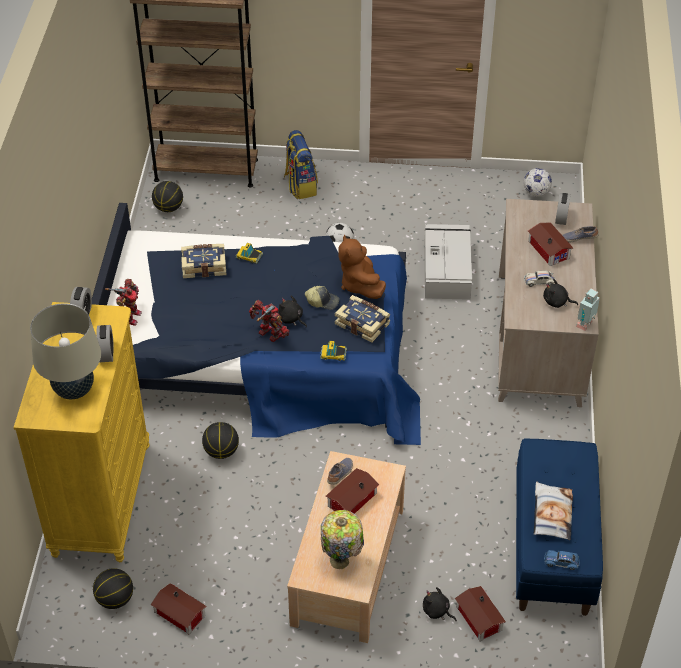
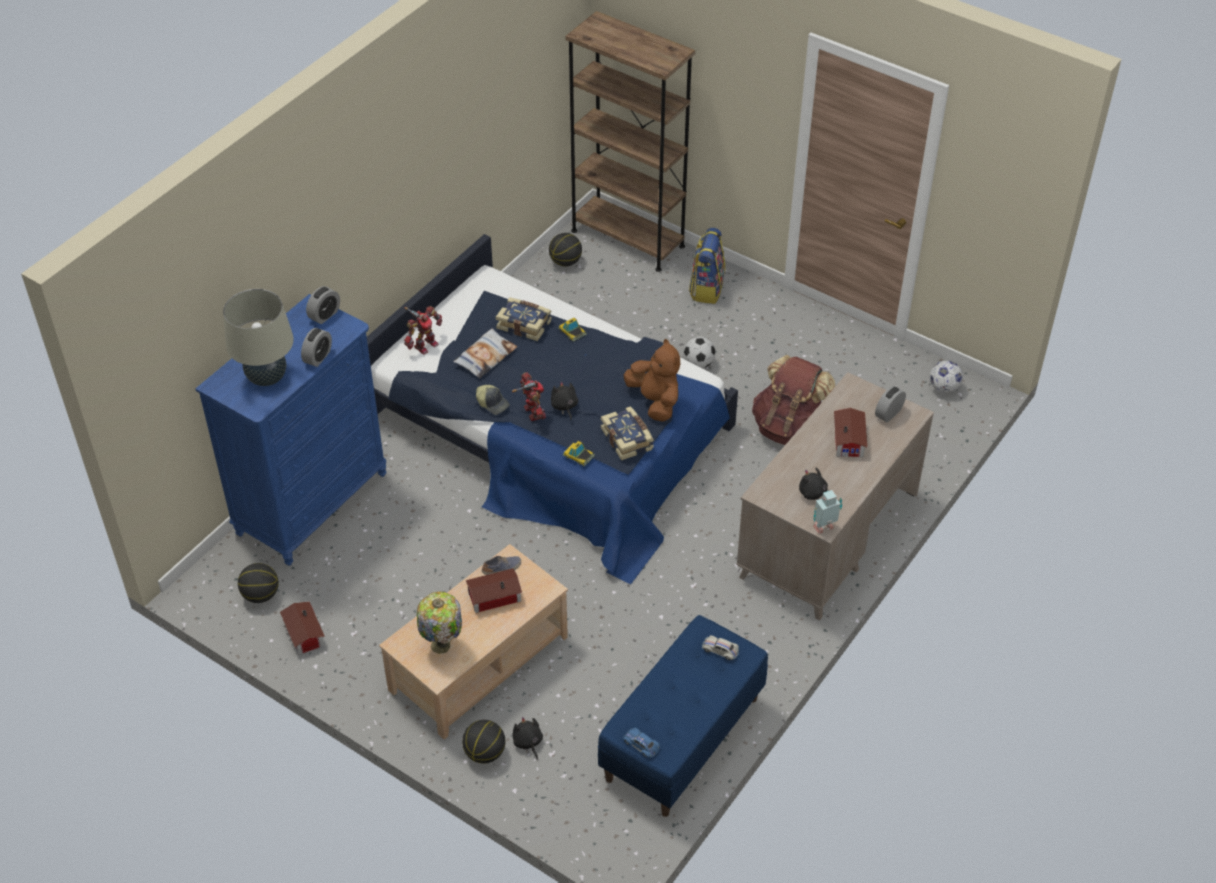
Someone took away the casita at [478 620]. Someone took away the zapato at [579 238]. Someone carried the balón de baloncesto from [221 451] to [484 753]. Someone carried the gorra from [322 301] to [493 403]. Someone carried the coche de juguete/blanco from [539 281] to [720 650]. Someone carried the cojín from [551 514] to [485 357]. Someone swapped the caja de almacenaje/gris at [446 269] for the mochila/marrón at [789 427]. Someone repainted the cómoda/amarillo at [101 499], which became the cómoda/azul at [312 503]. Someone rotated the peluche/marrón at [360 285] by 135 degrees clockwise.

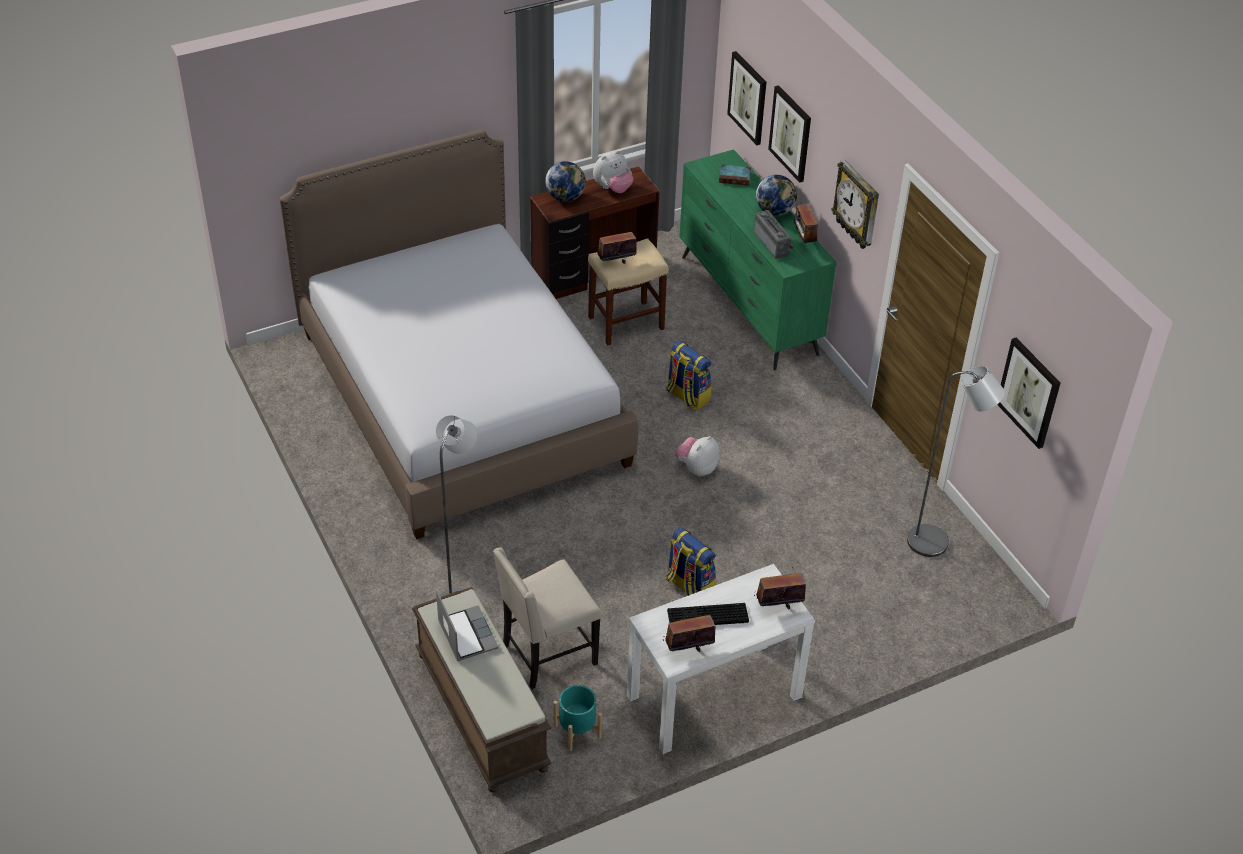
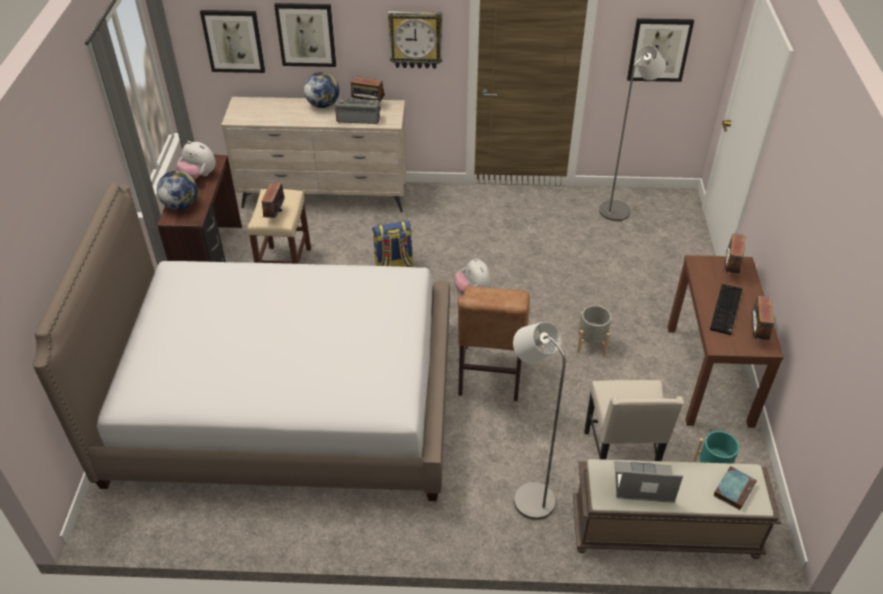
Someone put down the silla/marrón at [489 377]. Someone carried the libro from [735 177] to [734 489]. Someone swapped the mochila at [689 586] for the maceta/gris at [591 344]. Someone repainted the mesa consola/blanco at [714 697], which became the mesa consola/marrón at [709 375]. Someone repainted the cómoda/verde at [748 305], which became the cómoda/beis at [325 197]. Someone rotated the peluche at [613 188] by 120 degrees clockwise.

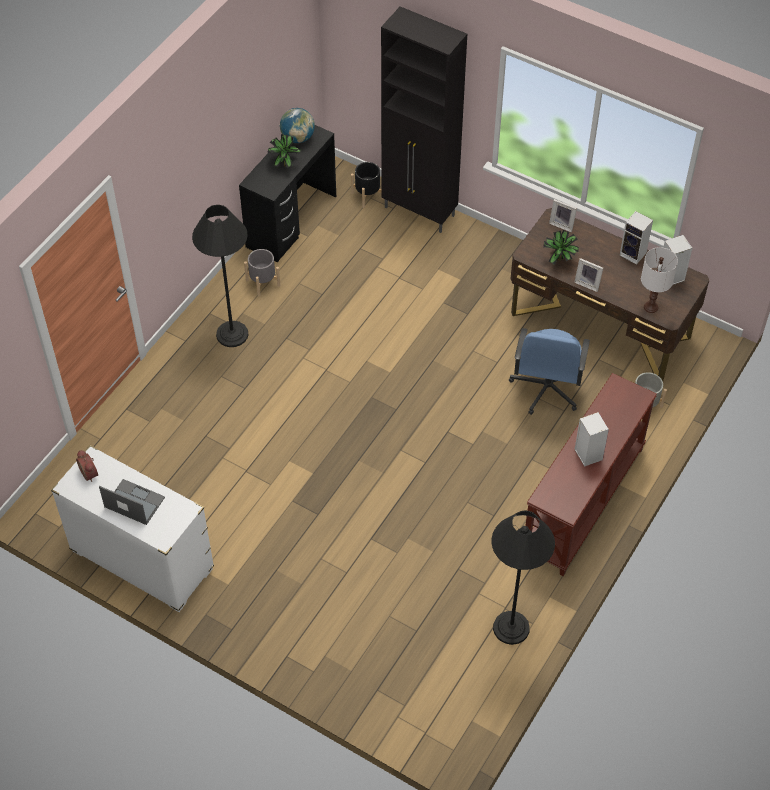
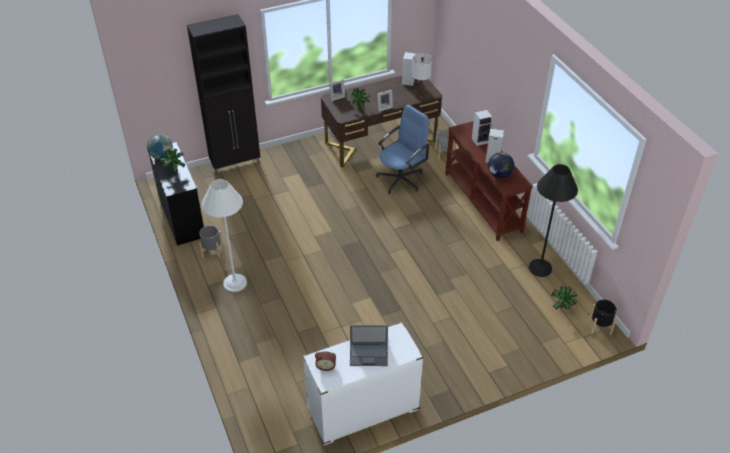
Someone put down the globo terráqueo at [499 175]. Someone put down the planta en maceta at [562 309]. Someone carried the maceta/negro from [368 195] to [600 326]. Someone carried the altavoz from [634 254] to [480 140]. Someone repainted the lámpara de pie/negro at [232 334], which became the lámpara de pie/blanco at [235 283]. Someone rotated the portátil at [133 502] by 150 degrees counterclockwise. Someone rotated the silla de oficina/azul at [546 388] by 90 degrees counterclockwise.

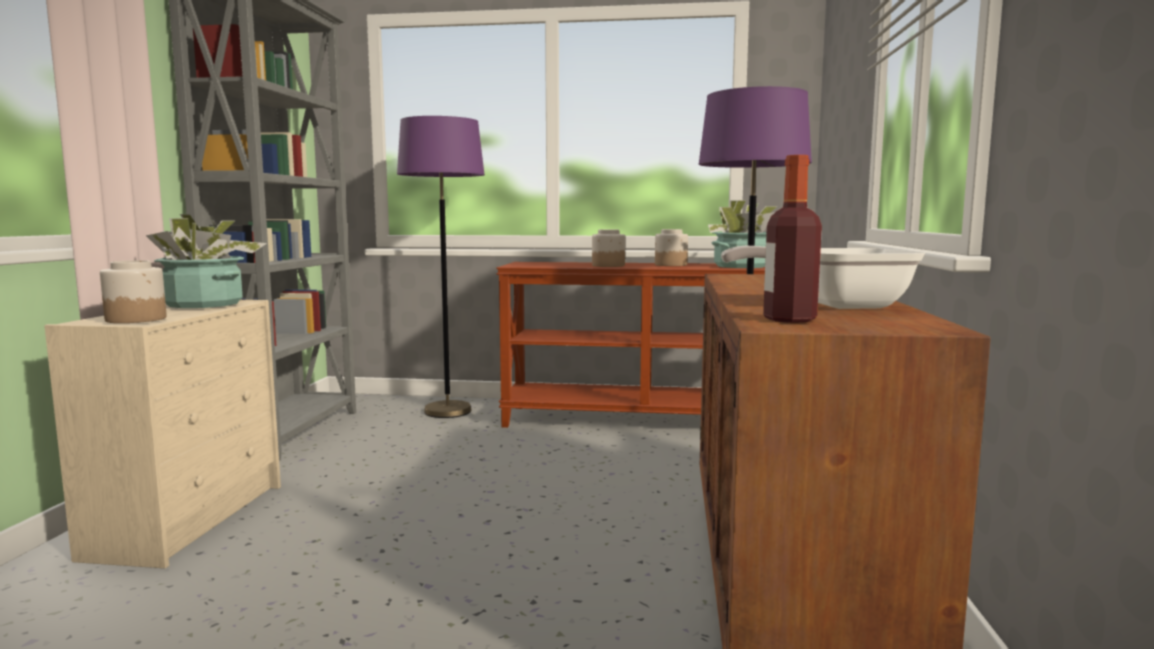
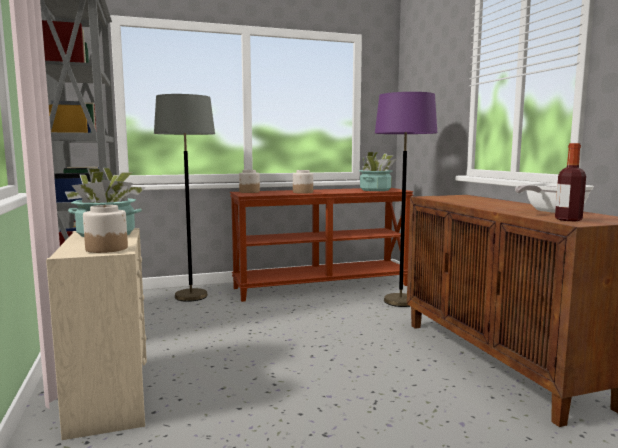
Someone carried the tarro from [670 265] to [249 192]. Someone repainted the lámpara de pie/morado at [448 411], which became the lámpara de pie/gris at [191 296].

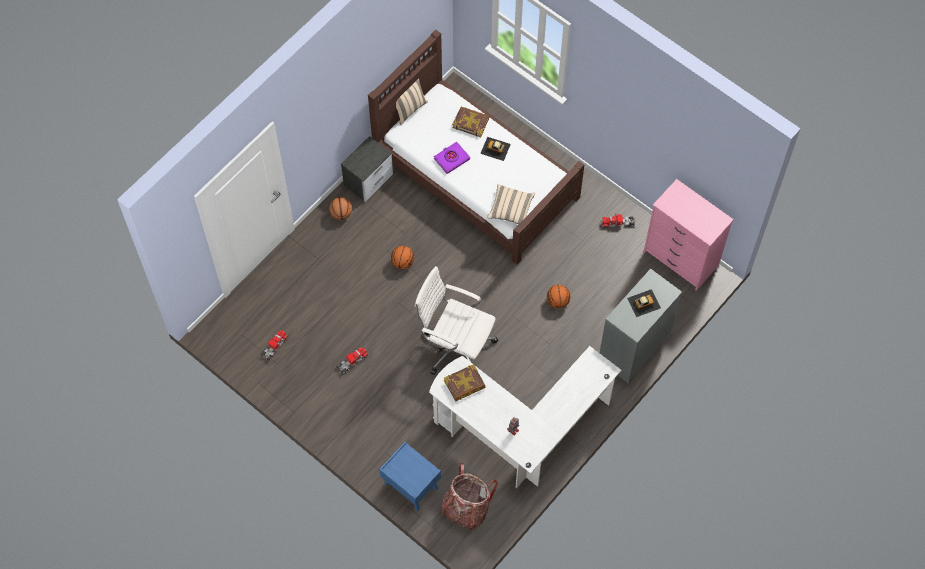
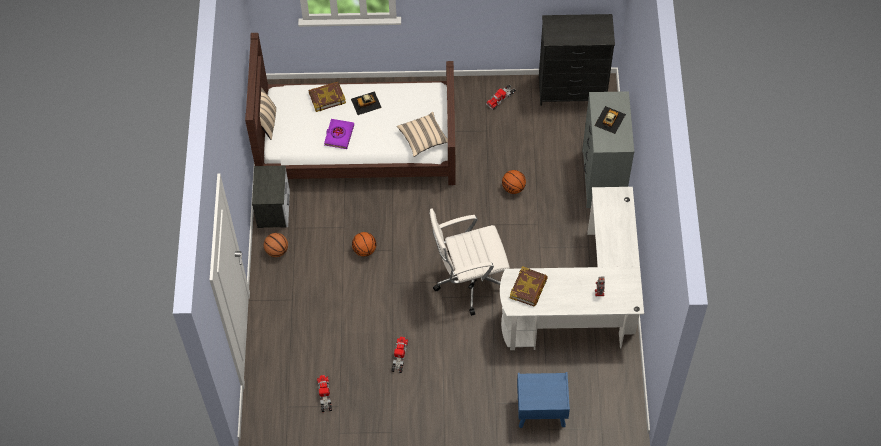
Someone took away the mochila at [466 508]. Someone repainted the cómoda/rosa at [680 259], which became the cómoda/negro at [572 90].

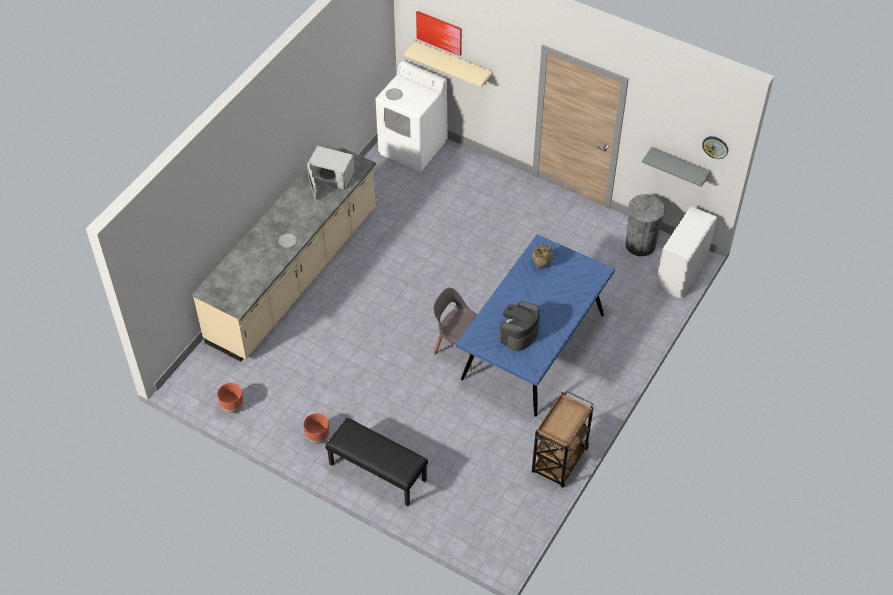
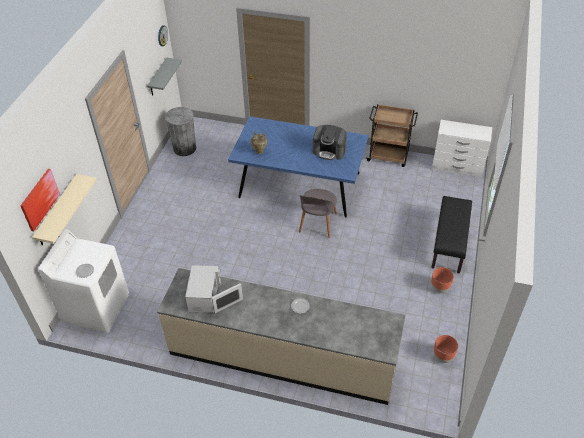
Someone carried the cómoda/blanco from [681 272] to [457 167].

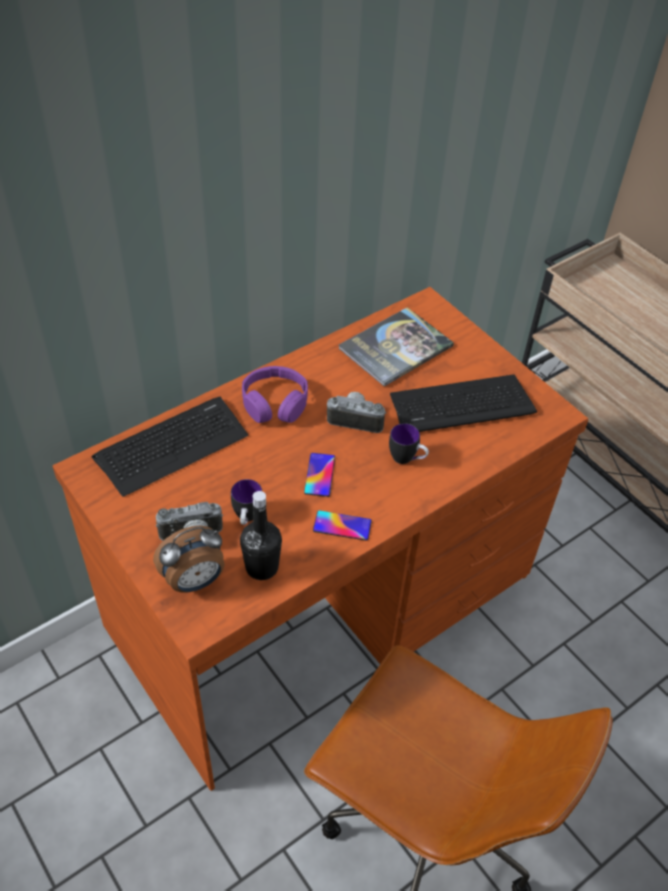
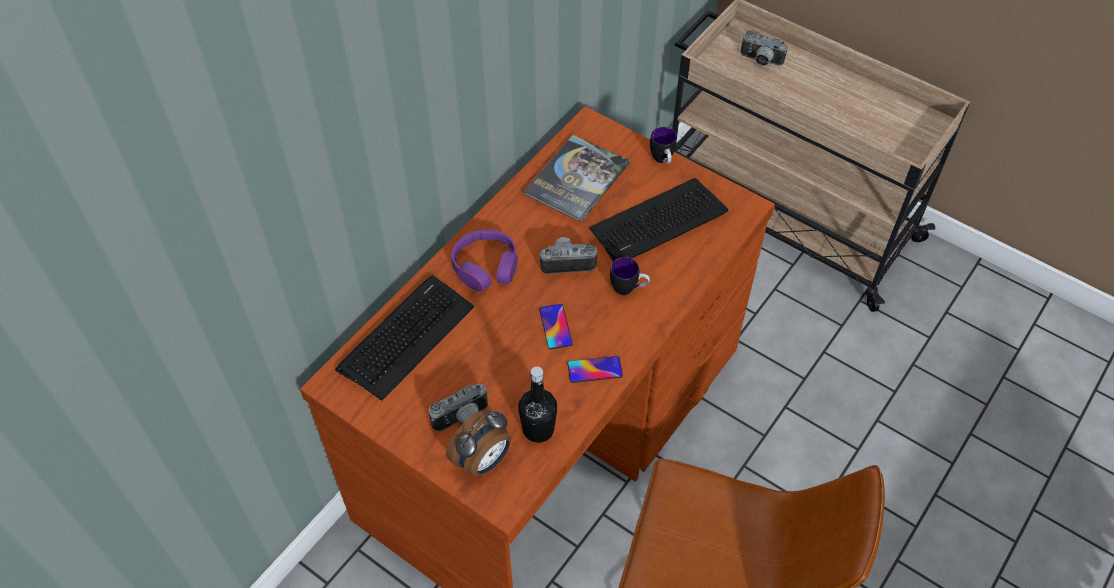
Someone put down the cámara at [760 61]. Someone carried the taza grande from [246 519] to [662 161].

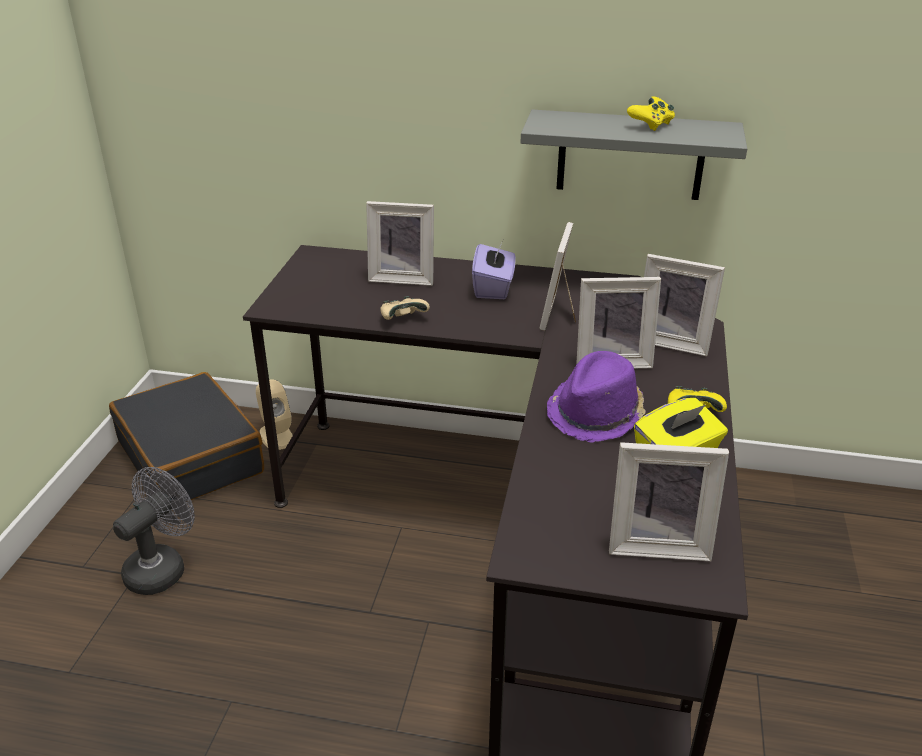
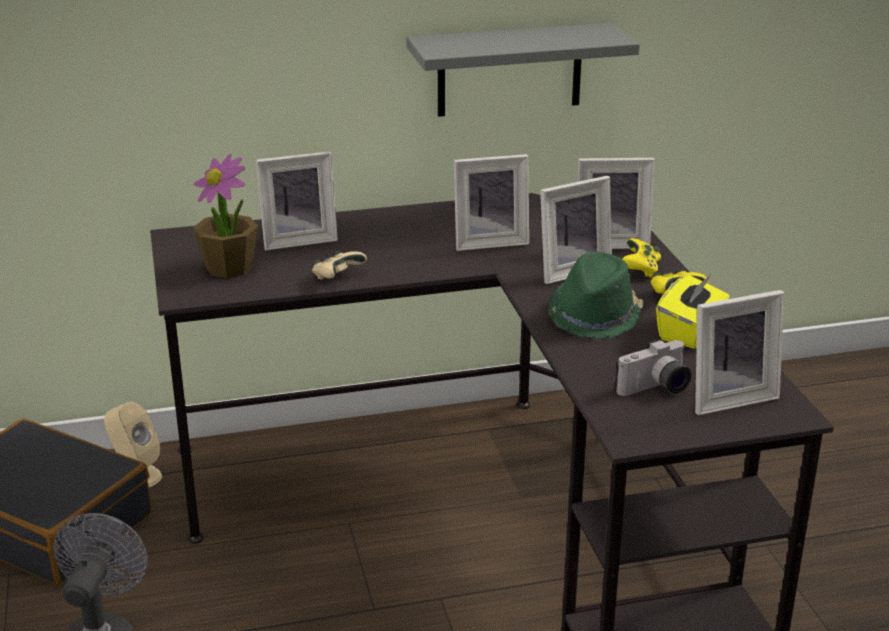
Someone took away the caja de pañuelos/morado at [493 288]. Someone put down the planta en maceta at [229 267]. Someone put down the cámara at [656 389]. Someone carried the mando de consola/amarillo from [651 125] to [640 270]. Someone repainted the sombrero/morado at [596 414], which became the sombrero/verde at [595 315]. Someone rotated the portarretratos at [560 315] by 90 degrees counterclockwise.

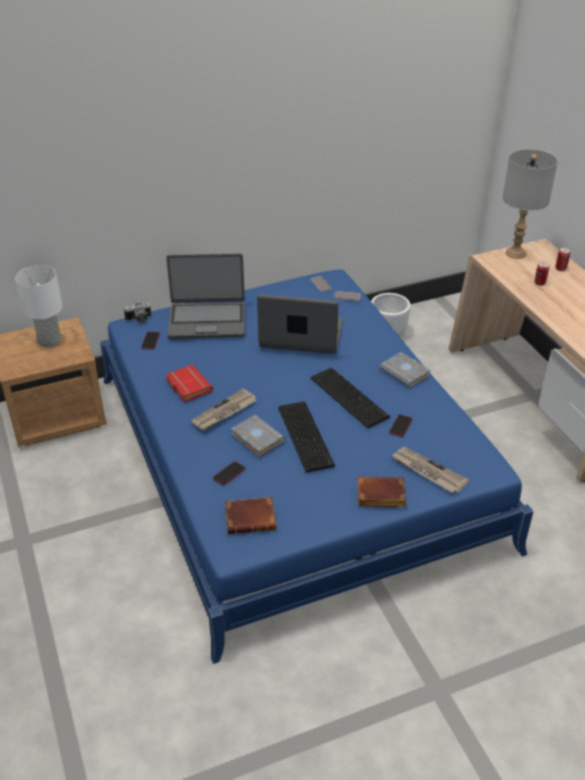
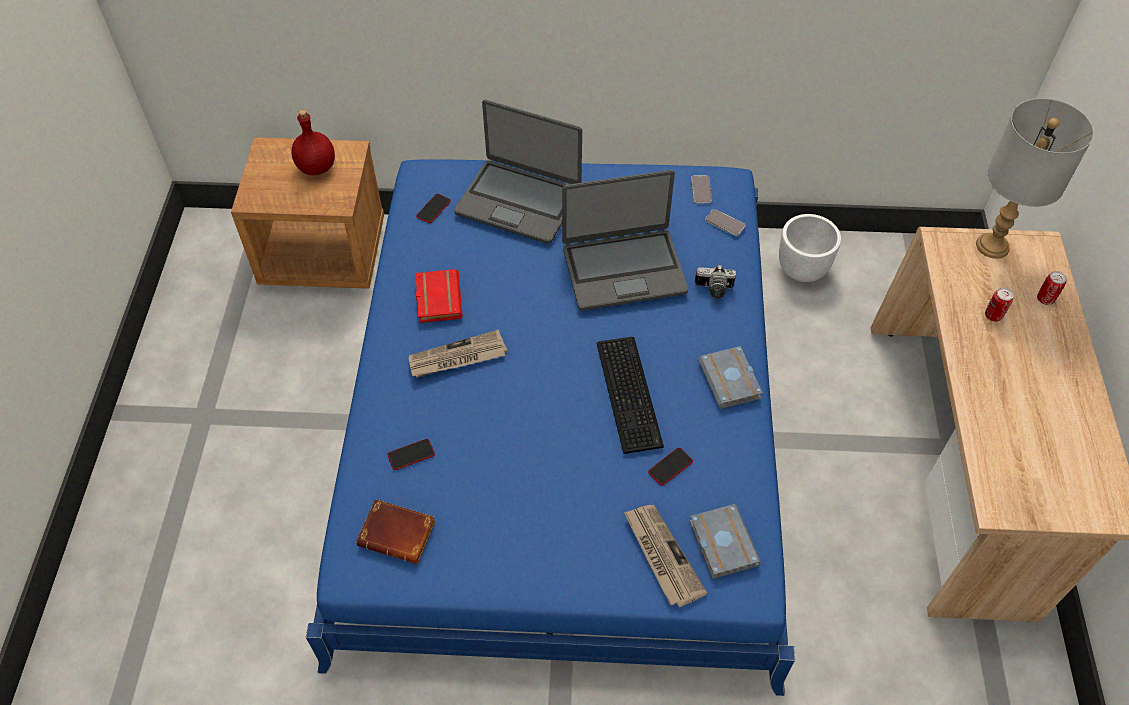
Someone took away the teclado at [306 435]. Someone took away the libro/marrón at [379 496]. Someone carried the cámara from [139 320] to [714 290]. Someone carried the libro/gris from [255 438] to [720 543]. Someone swapped the lámpara de mesa/blanco at [49 340] for the botella/rojo at [317 167]. Someone rotated the portátil at [301 336] by 135 degrees clockwise.

